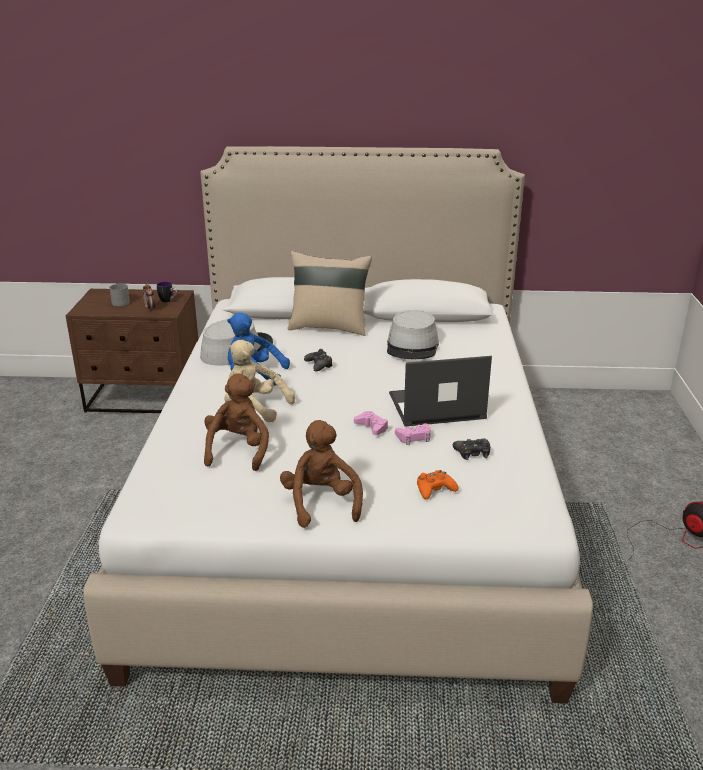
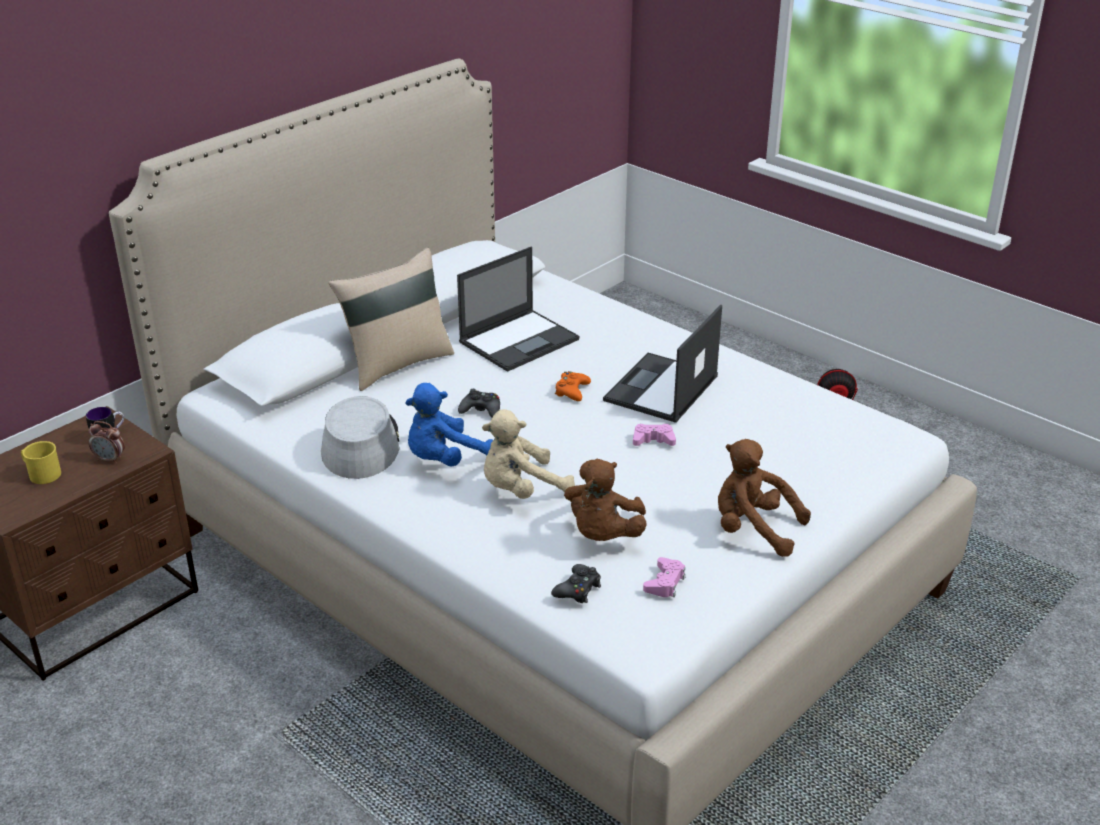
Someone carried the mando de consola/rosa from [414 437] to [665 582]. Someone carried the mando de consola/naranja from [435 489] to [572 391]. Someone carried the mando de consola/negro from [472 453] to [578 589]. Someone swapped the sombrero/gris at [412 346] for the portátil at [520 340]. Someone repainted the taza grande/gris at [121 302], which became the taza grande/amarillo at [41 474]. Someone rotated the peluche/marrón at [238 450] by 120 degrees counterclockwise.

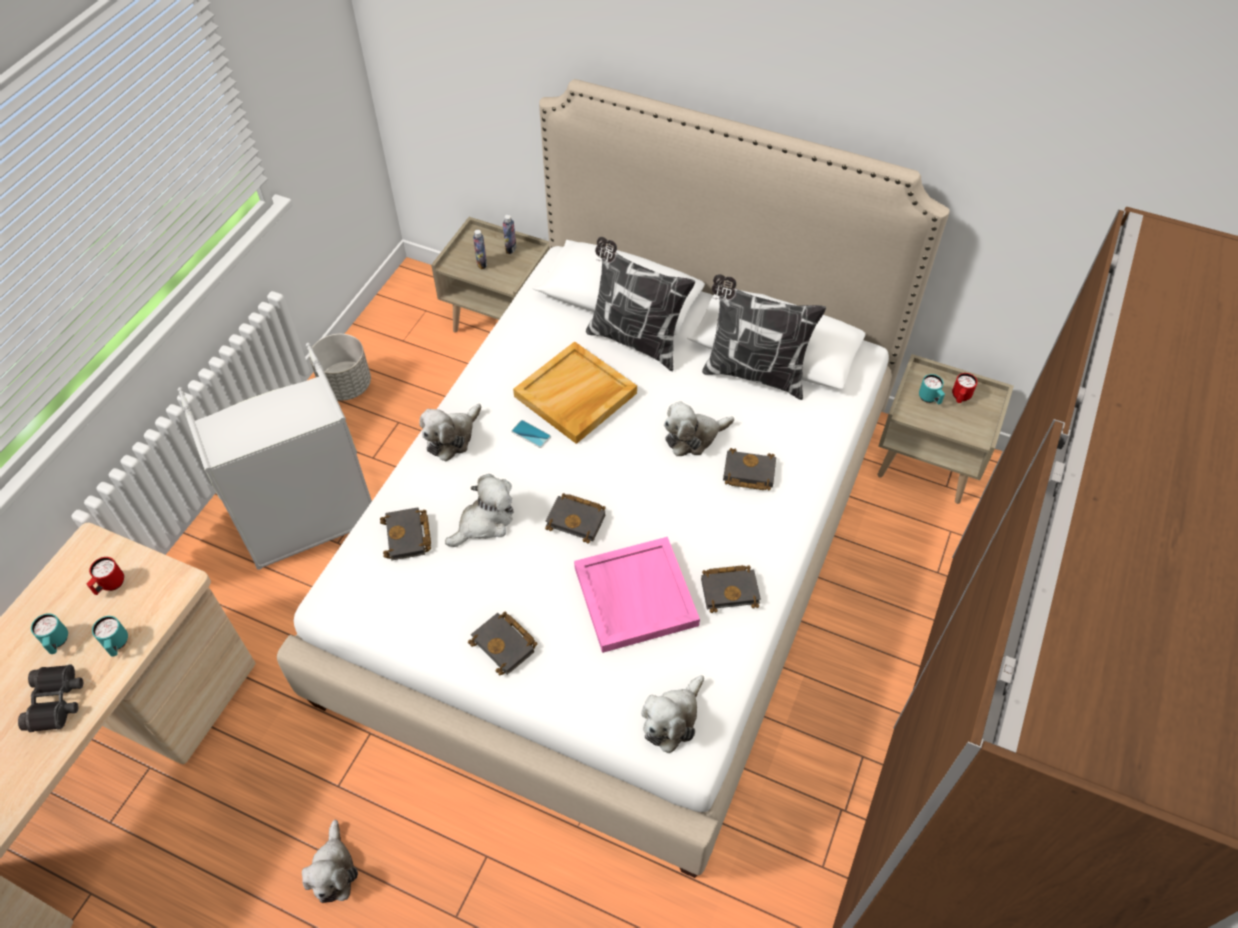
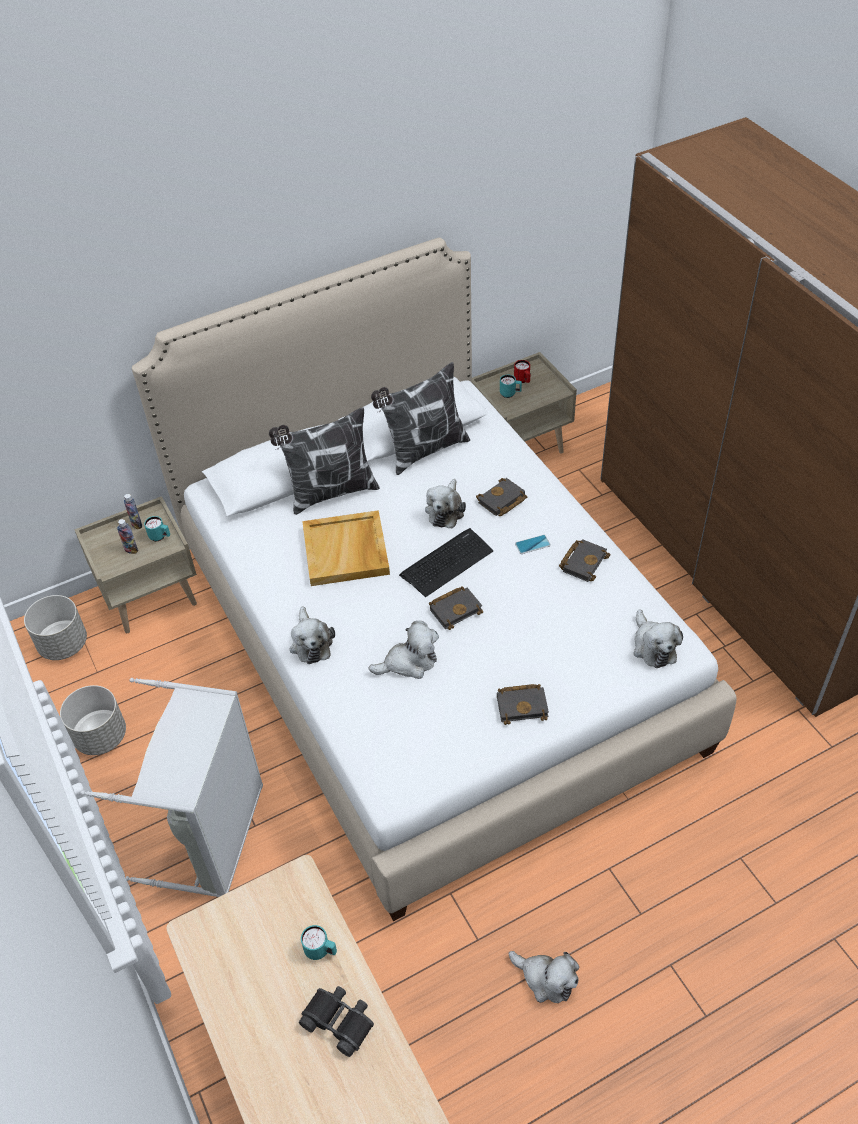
Someone took away the taza grande/rojo at [110 585]. Someone took away the libro/negro at [408 537]. Someone took away the bandeja/rosa at [634 595]. Someone put down the maceta/gris at [63 644]. Someone put down the teclado at [447 563]. Someone carried the taza grande/turquesa from [57 643] to [160 537]. Someone carried the móvil from [531 434] to [532 545]. Someone rotated the peluche at [484 522] by 75 degrees clockwise.

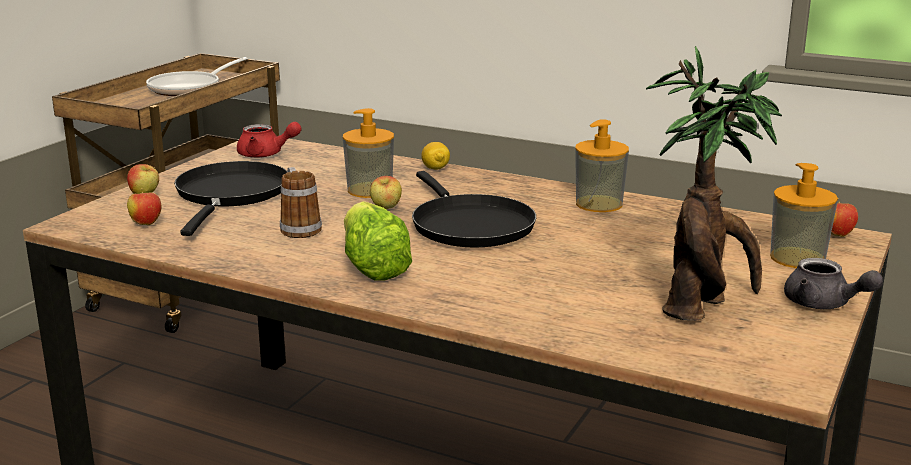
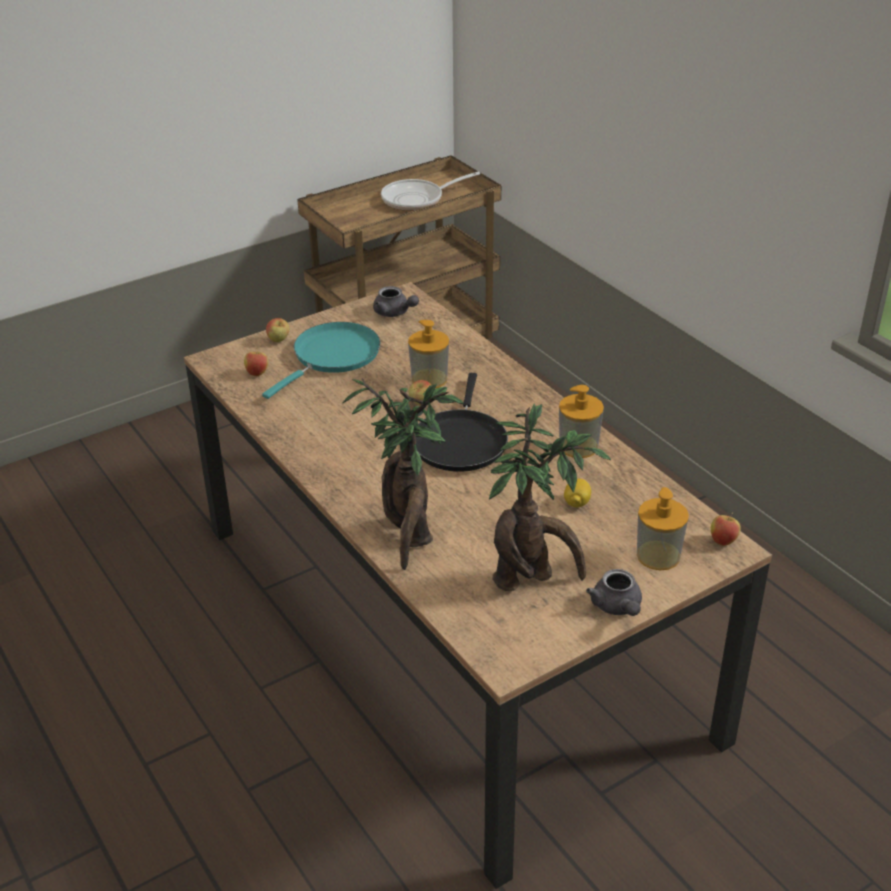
Someone took away the taza grande at [299 228]. Someone took away the lechuga at [372 266]. Someone put down the planta en maceta at [409 537]. Someone carried the limón from [435 168] to [576 503]. Someone repainted the sartén/negro at [231 195], which became the sartén/turquesa at [333 356]. Someone repainted the tetera/rojo at [266 154], which became the tetera/gris at [394 313].

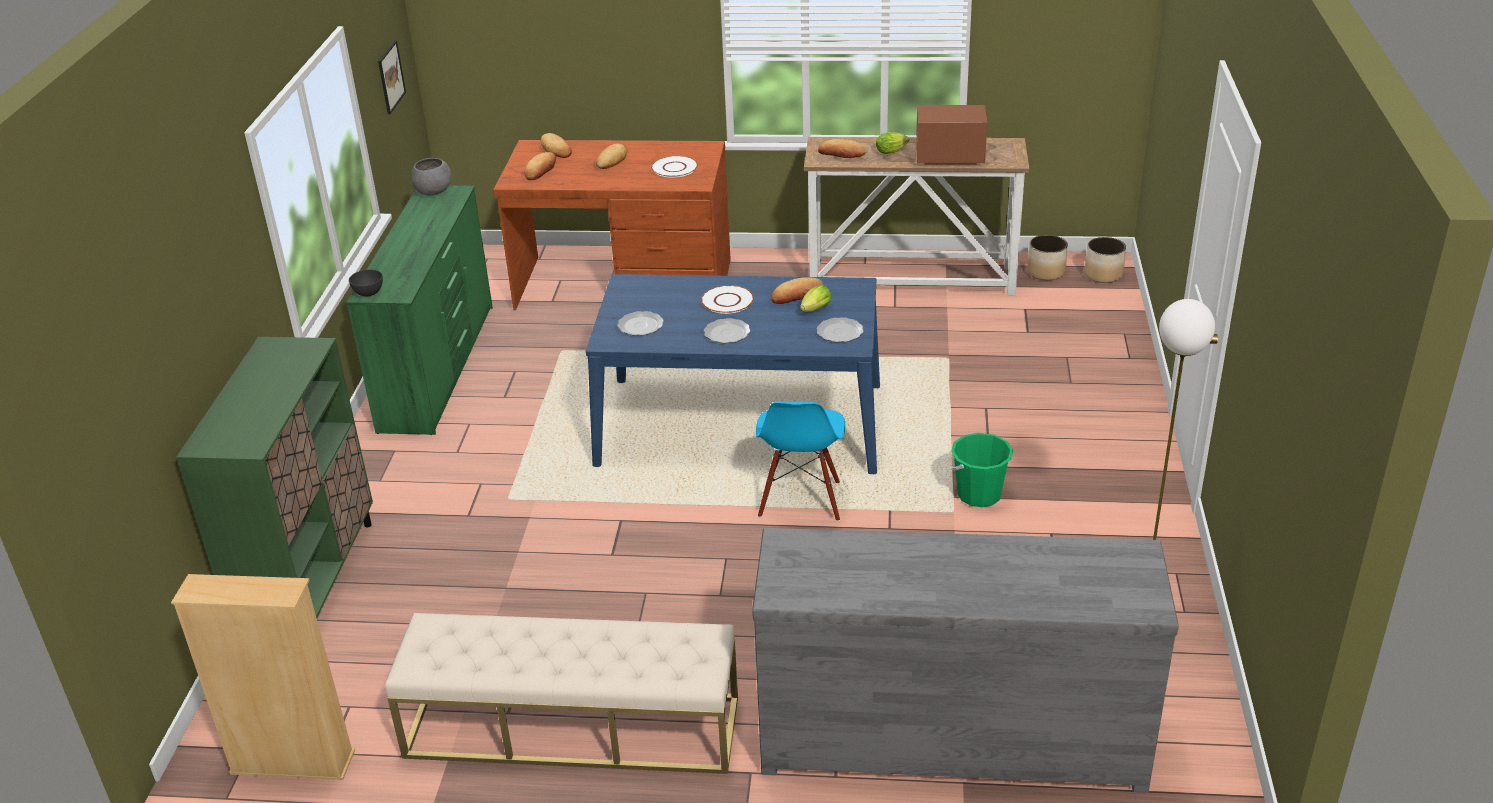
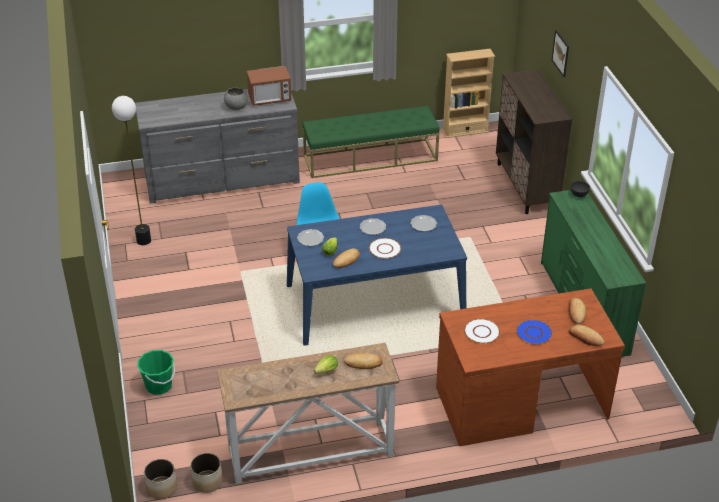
Someone carried the cuadro from [391 77] to [560 53]. Someone carried the cuenco/gris from [434 192] to [236 107]. Someone carried the microondas from [949 158] to [269 99]. Someone carried the cubo/verde from [979 494] to [159 386]. Someone swapped the pan at [611 160] for the plato/azul at [534 332]. Someone repainted the armario/verde at [311 581], which became the armario/marrón at [526 186]. Someone repainted the banco/beis at [572 727], which became the banco/verde at [370 158].

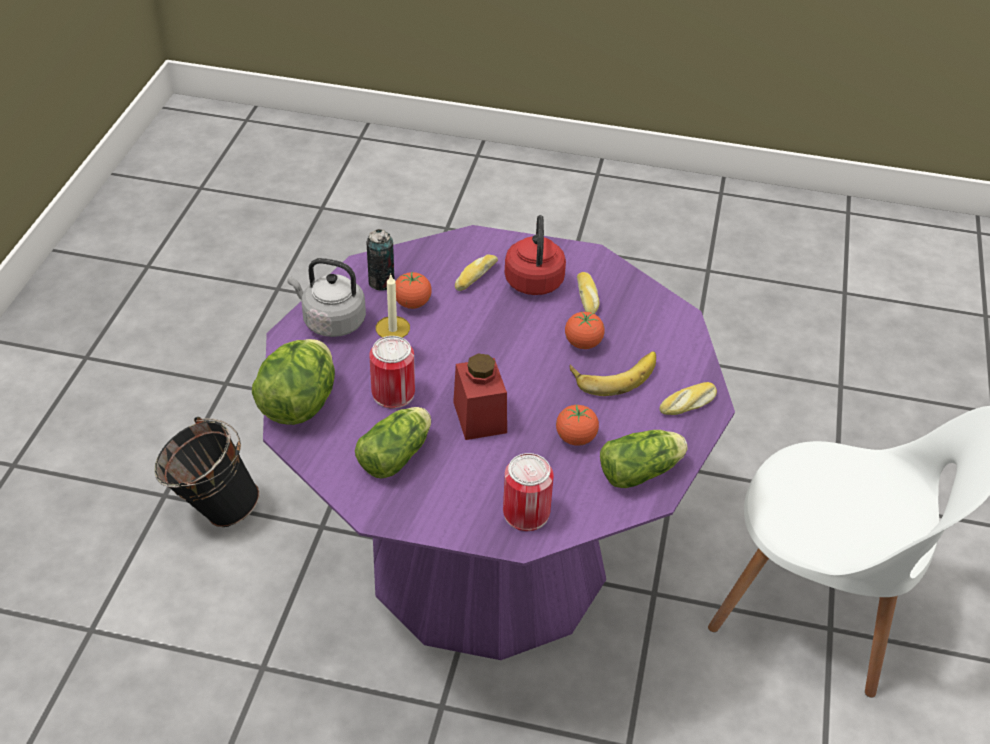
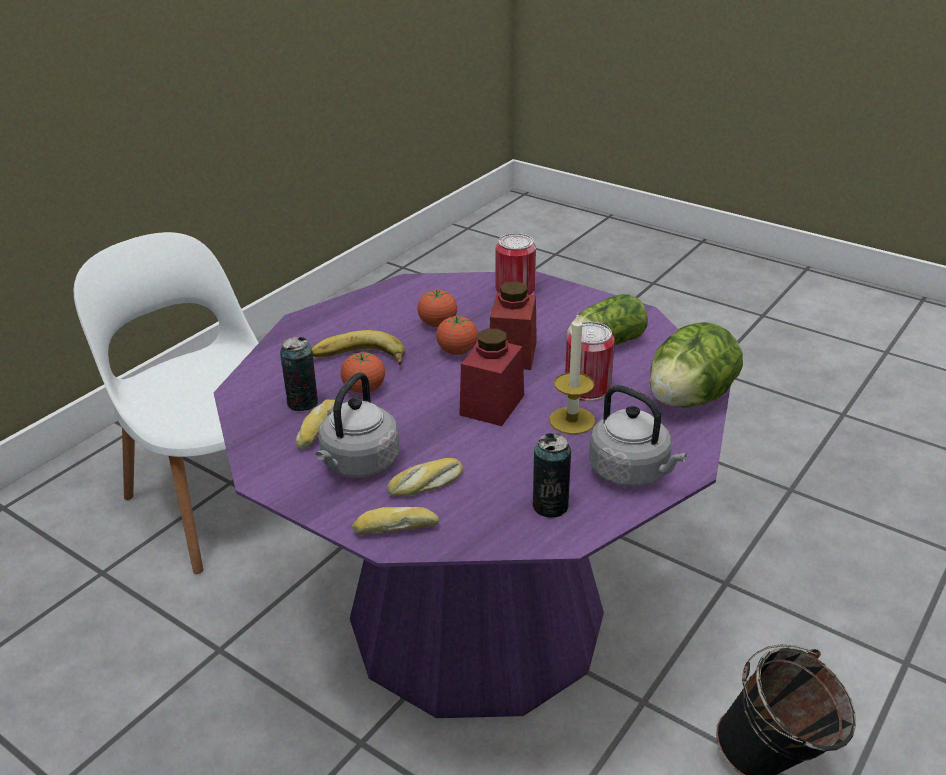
Someone took away the lechuga at [643 471]. Someone put down the lata at [302 403]. Someone put down the tarro/rojo at [492 405]. Someone carried the tomate from [412 303] to [457 351]. Someone carried the pan from [688 405] to [396 528]. Someone repainted the hervidor/rojo at [534 279], which became the hervidor/gris at [358 464].

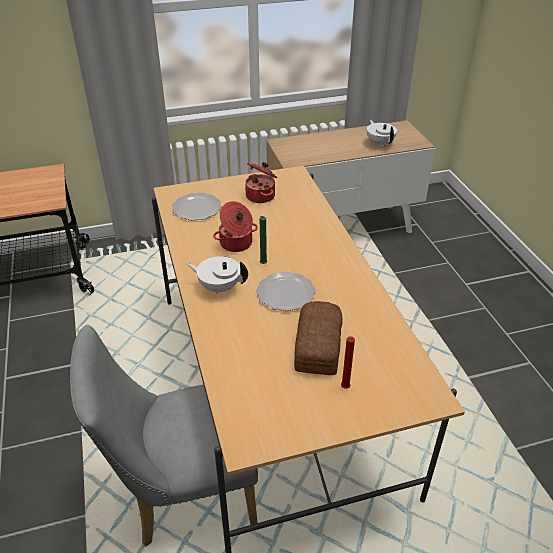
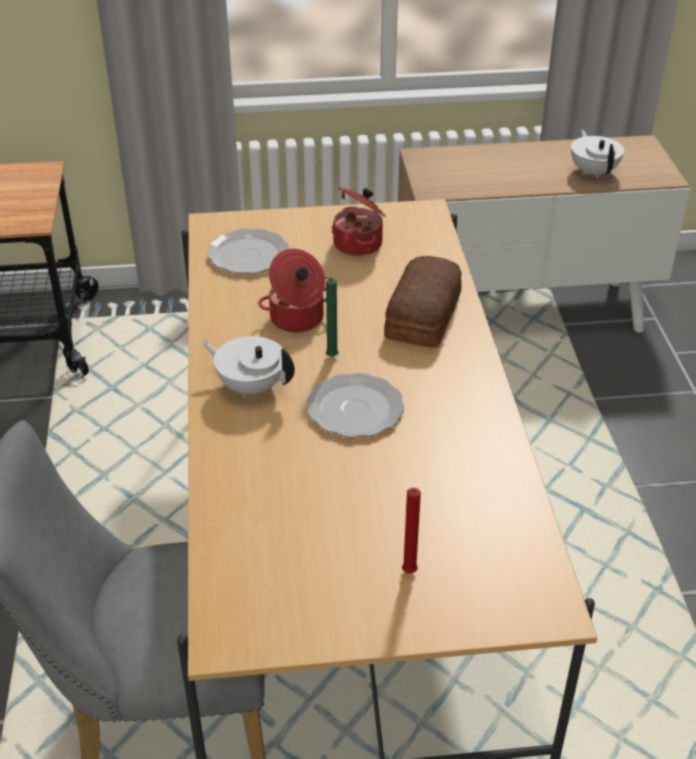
Someone carried the pan from [319 346] to [425 315].

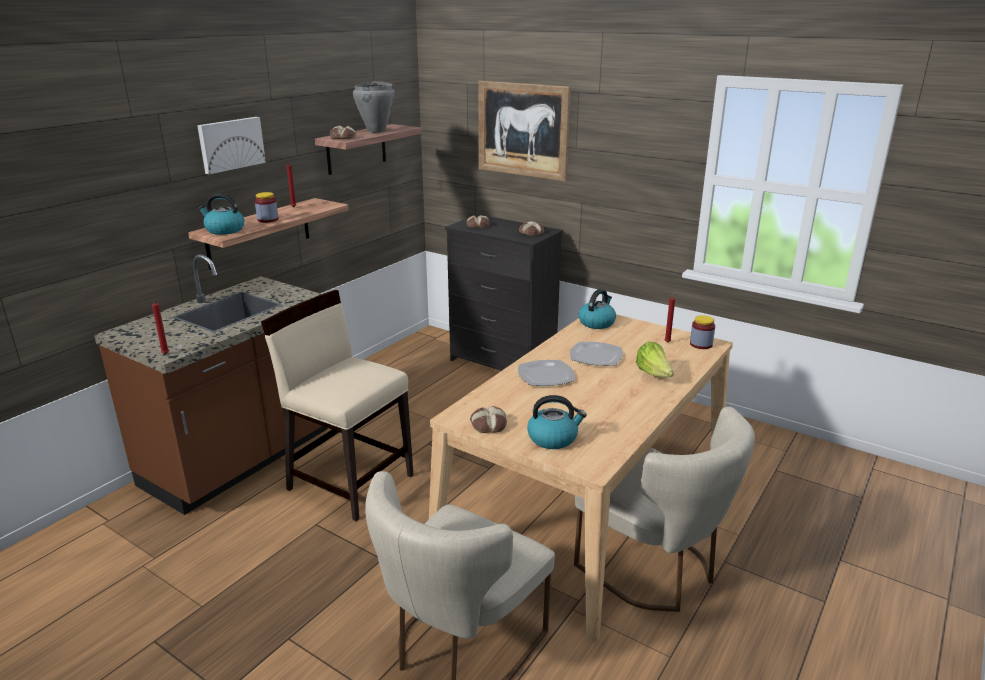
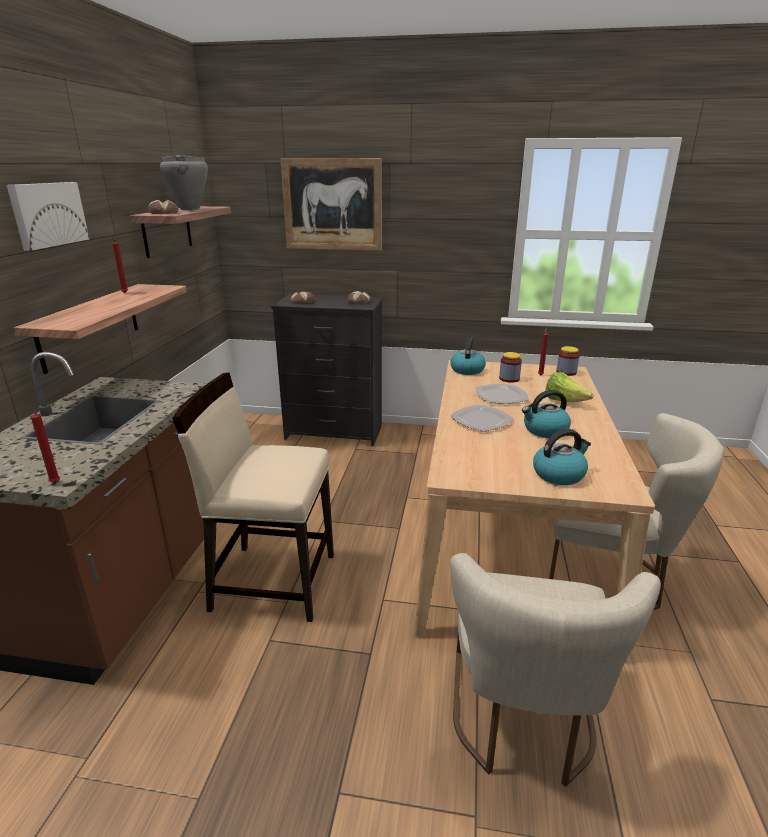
Someone took away the pan at [488 425]. Someone carried the hervidor from [224 230] to [544 430]. Someone carried the tarro from [268 220] to [509 379].

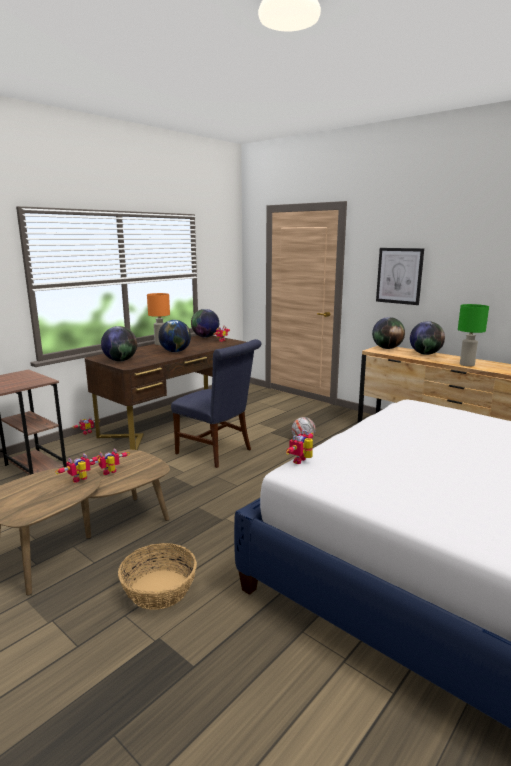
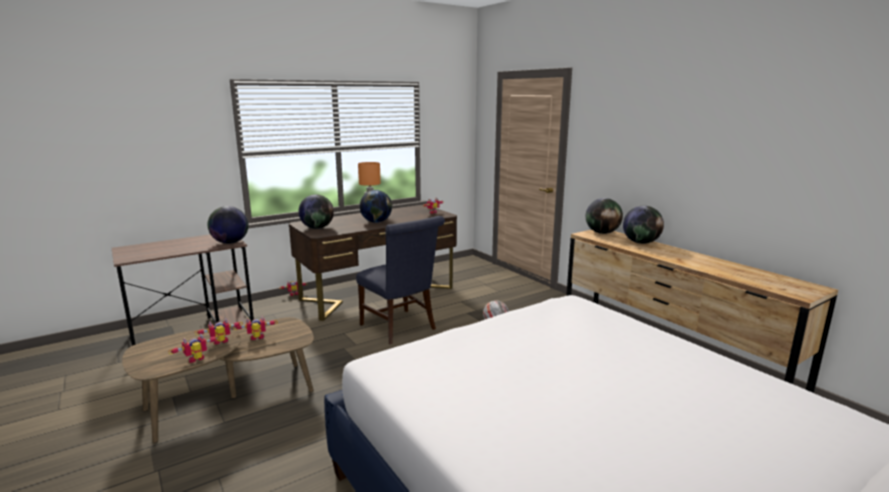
Someone took away the cesta at [158 589]. Someone took away the cuadro at [399 276]. Someone took away the lámpara de mesa/verde at [467 365]. Someone carried the globo terráqueo from [205 337] to [230 243]. Someone carried the robot de juguete from [302 461] to [197 360].

